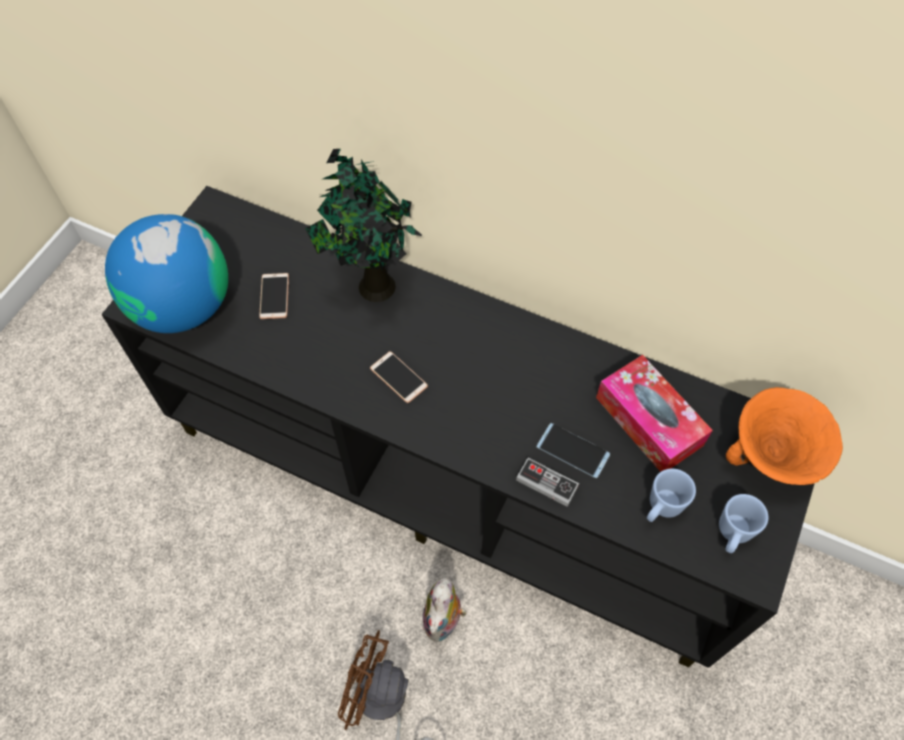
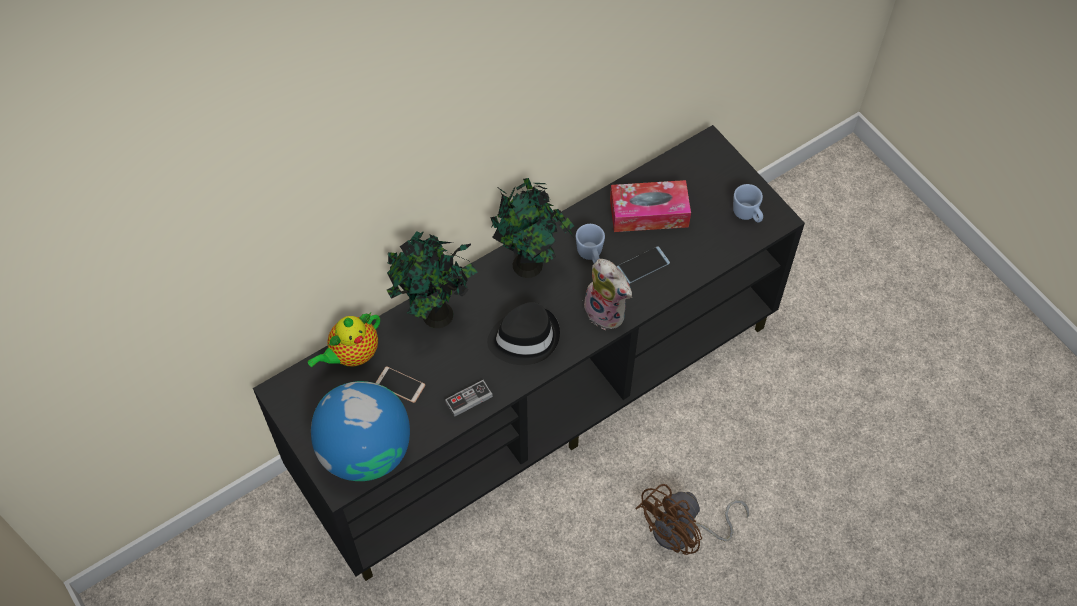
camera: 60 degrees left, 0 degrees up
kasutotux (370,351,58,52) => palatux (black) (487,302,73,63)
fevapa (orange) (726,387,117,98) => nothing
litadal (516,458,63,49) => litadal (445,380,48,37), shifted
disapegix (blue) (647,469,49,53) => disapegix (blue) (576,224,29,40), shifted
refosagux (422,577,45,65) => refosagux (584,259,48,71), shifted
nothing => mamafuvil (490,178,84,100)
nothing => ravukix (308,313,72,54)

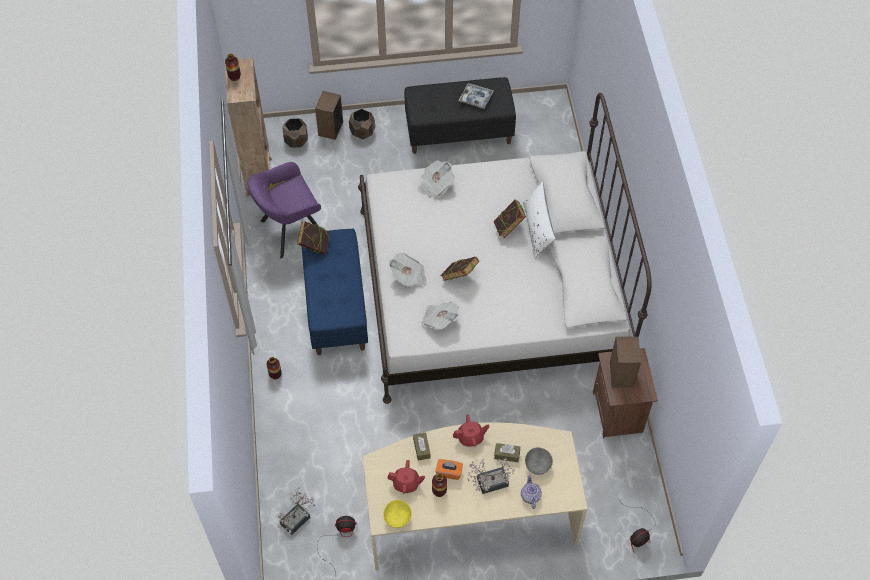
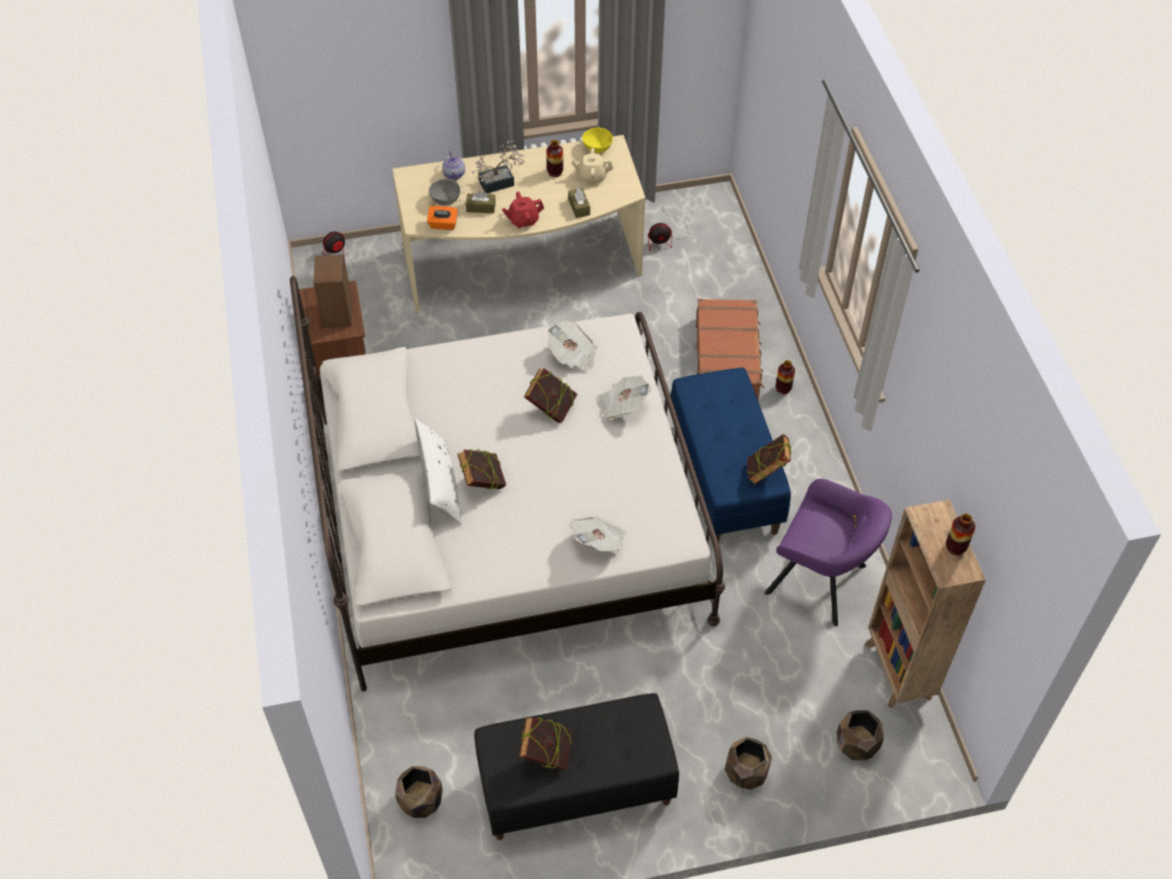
camera: 175 degrees right, 5 degrees down
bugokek (459,83,35,26) => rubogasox (519,717,54,53)
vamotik (315,91,28,49) => nothing
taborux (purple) (247,162,74,97) => taborux (purple) (764,479,128,147), 60 degrees clockwise
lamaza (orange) (435,459,28,21) => lamaza (orange) (427,206,31,24), shifted
ravukix (red) (387,460,38,34) => ravukix (beige) (571,148,42,35)
mamafuvil (277,487,39,48) => nothing
nothing => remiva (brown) (696,299,68,103)
nothing => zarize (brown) (395,766,48,52)

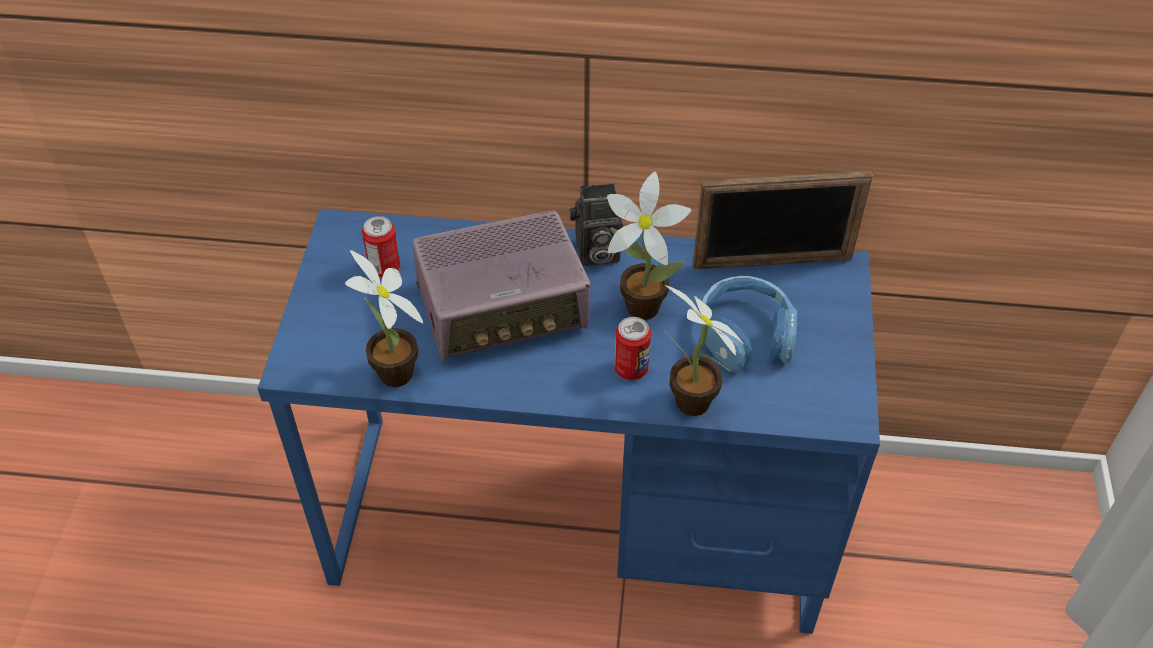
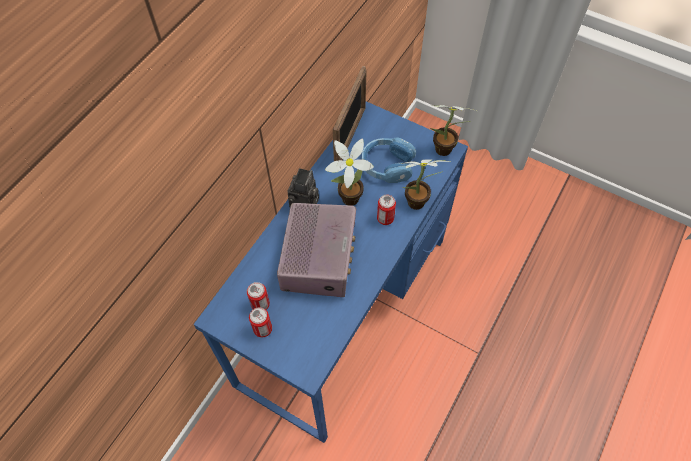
camera: 65 degrees left, 10 degrees up
mamafuvil (345,250,78,137) => mamafuvil (430,105,46,51), shifted
nothing => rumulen (249,307,23,30)

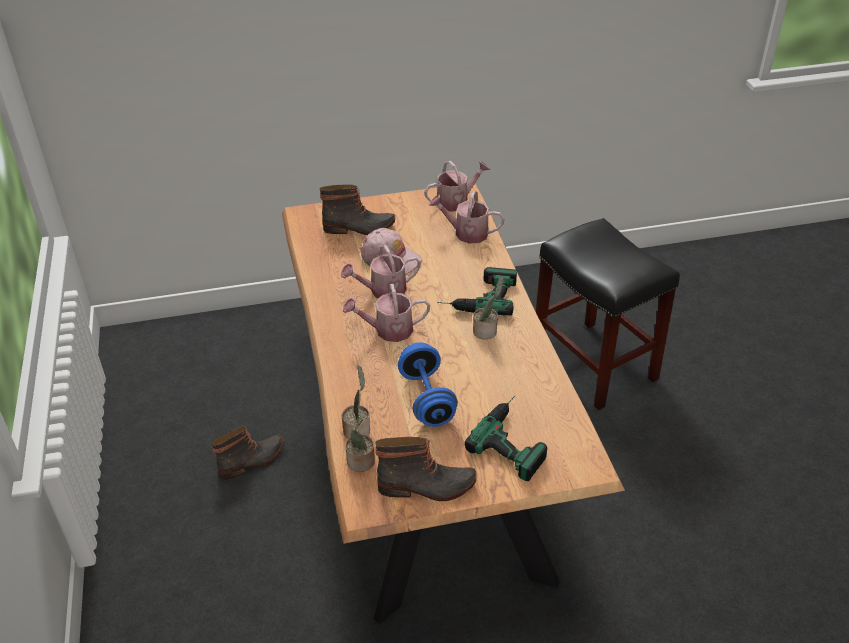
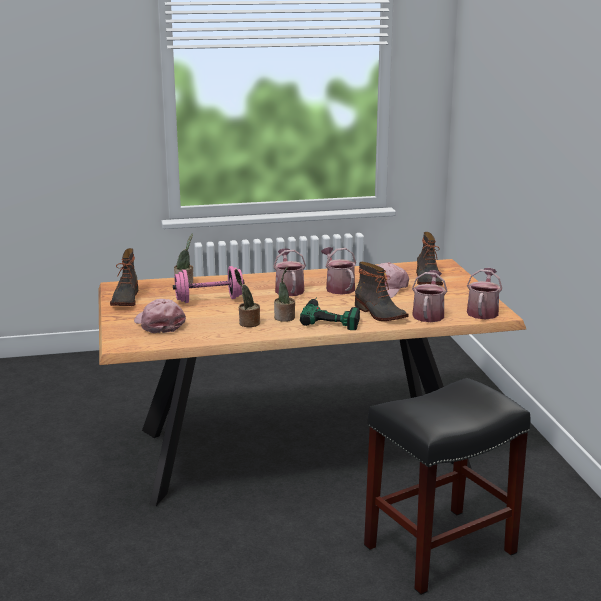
camera: 90 degrees right, 20 degrees down
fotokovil (424,161,67,51) => fotokovil (467,268,35,52), 135 degrees counterclockwise
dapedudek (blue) (398,342,60,85) => dapedudek (pink) (173,266,71,37)
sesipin (465,395,82,86) => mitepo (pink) (134,299,52,34)
mamafuvil (345,418,30,54) => mamafuvil (235,269,25,58), shifted
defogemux (212,426,72,54) => defogemux (355,262,54,59), shifted

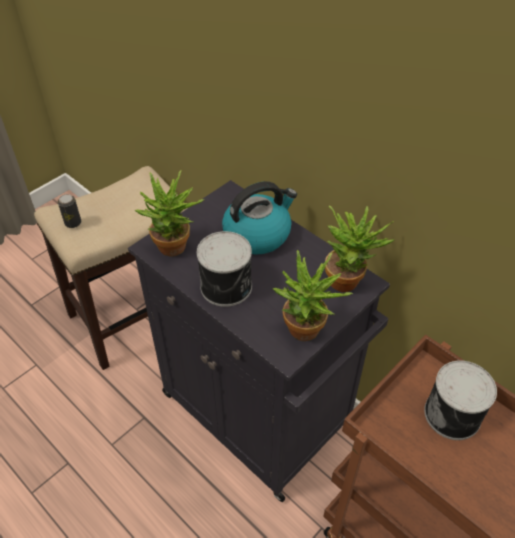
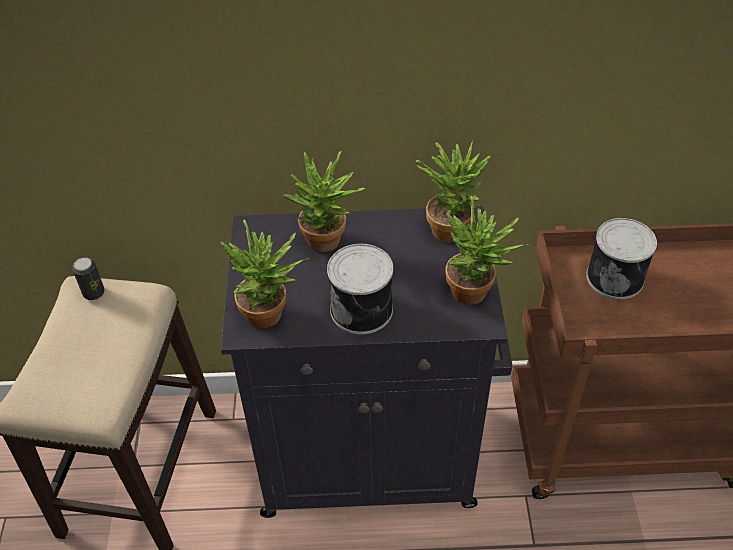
camera: 45 degrees left, 0 degrees up
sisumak (222,181,75,74) => mamafuvil (284,151,82,101)
rumulen (58,194,23,34) => rumulen (72,257,33,43), shifted

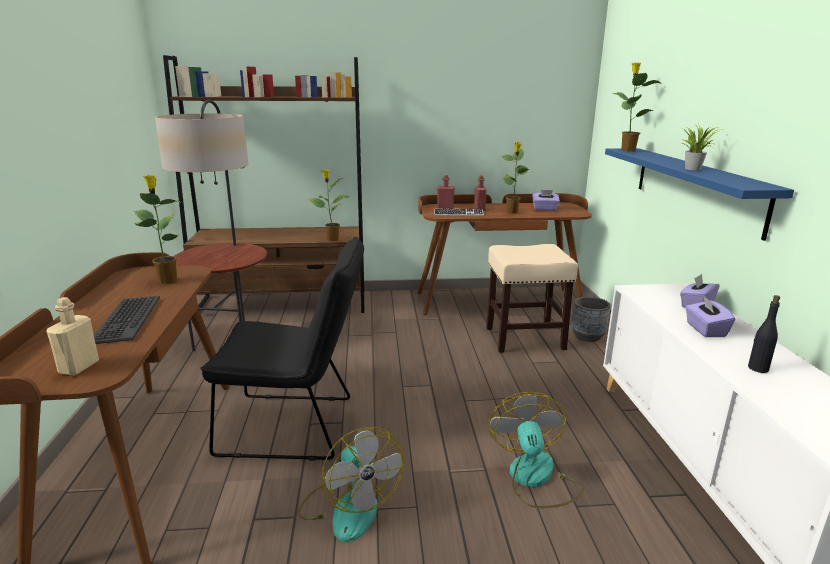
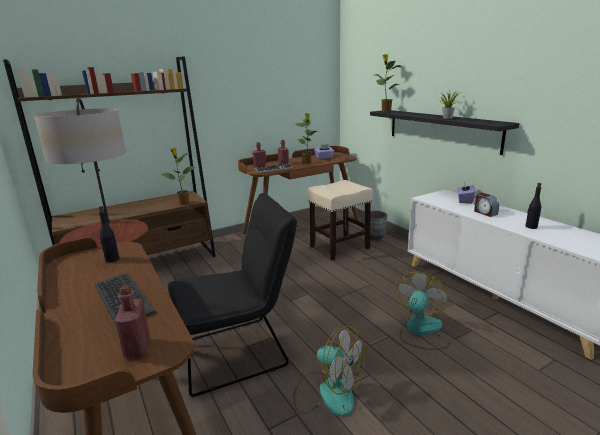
camera: 25 degrees left, 0 degrees up
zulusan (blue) (605,148,189,93) => zulusan (black) (370,110,149,45)
mamafuvil (134,175,47,109) => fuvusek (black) (99,206,20,57)
lamaza (purple) (685,295,50,42) => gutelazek (474,193,25,24)
fuvusek (beige) (46,297,53,79) => fuvusek (red) (115,285,35,73)
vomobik (488,392,96,116) => vomobik (397,271,53,79), 60 degrees clockwise

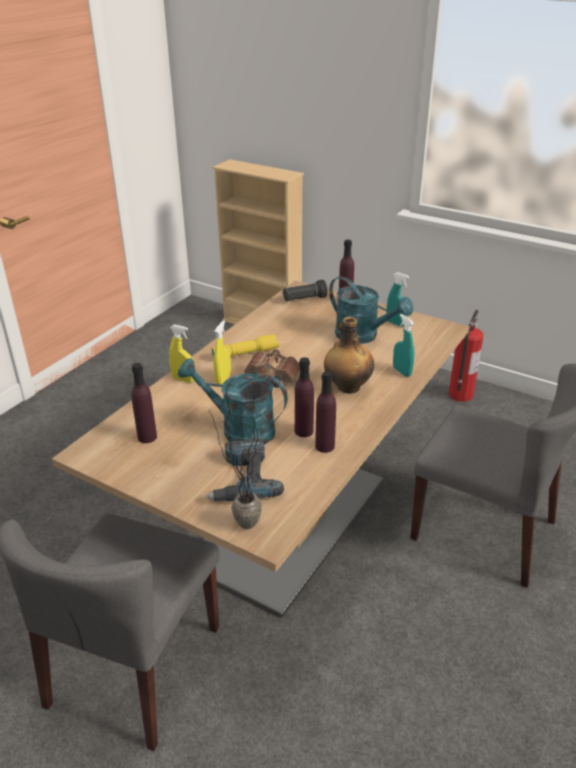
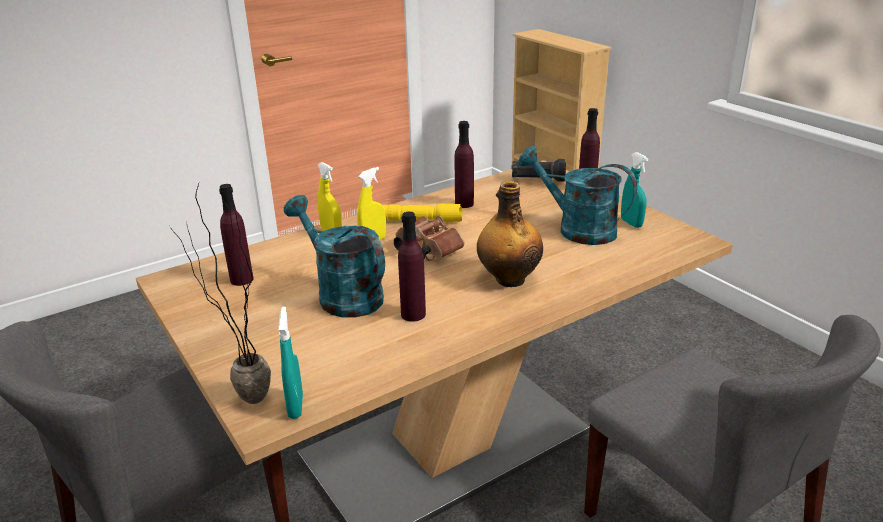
camera: 25 degrees right, 5 degrees down
fotokovil (turquoise) (329,276,84,68) => fotokovil (turquoise) (518,146,119,99), 150 degrees clockwise
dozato (449,310,34,92) => nothing
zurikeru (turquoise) (393,314,21,63) => zurikeru (turquoise) (279,306,24,113), shifted
fuvusek (purple) (315,371,21,82) => fuvusek (purple) (455,121,19,87), shifted
sesipin (205,438,79,63) => nothing

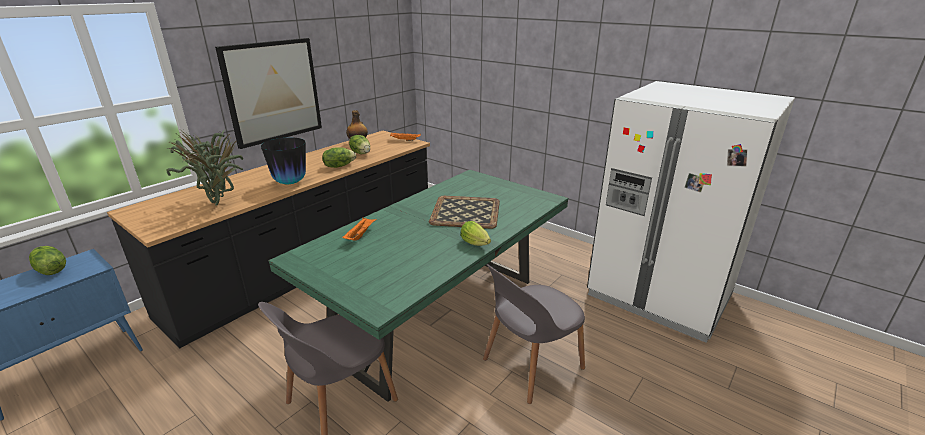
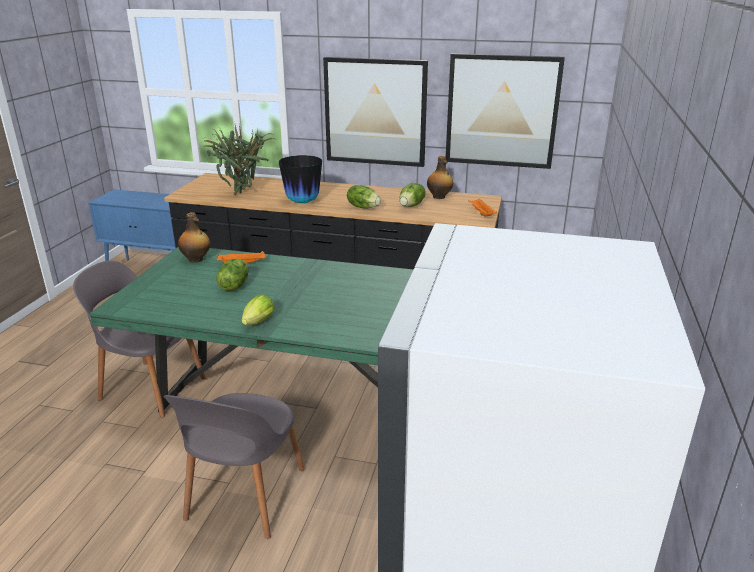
camera: 65 degrees right, 0 degrees up
bugokek (429,196,71,33) => nothing
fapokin (29,246,37,29) => fapokin (216,259,32,32), shifted
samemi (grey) (483,264,102,140) => samemi (grey) (164,393,141,146), 105 degrees counterclockwise
nothing => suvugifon (446,53,119,116)
nothing => fuvusek (178,212,32,51)

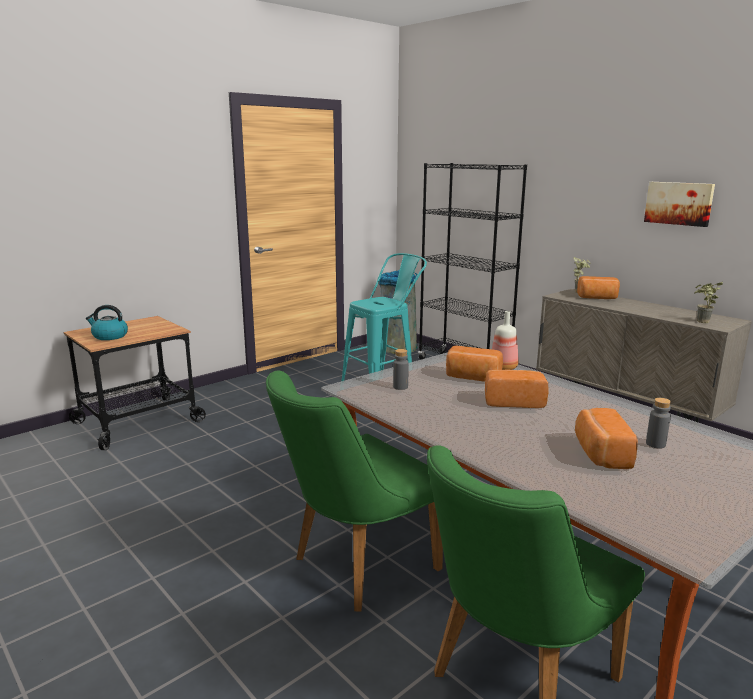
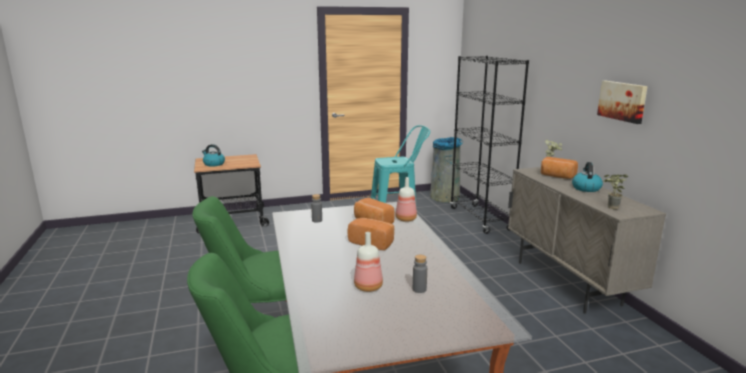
camera: 25 degrees right, 0 degrees up
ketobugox (575,408,63,61) => fuvusek (354,232,29,60)
nothing => sisumak (572,162,31,30)

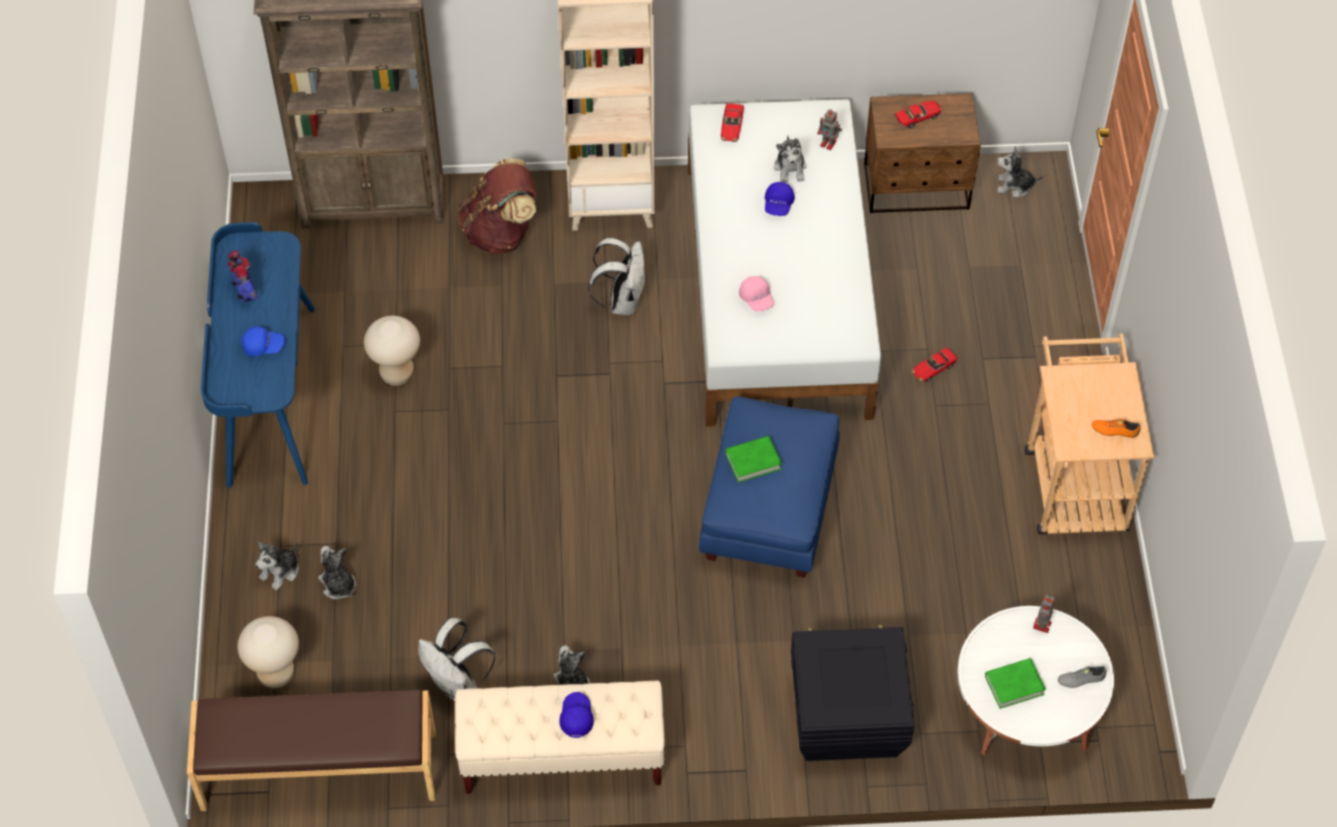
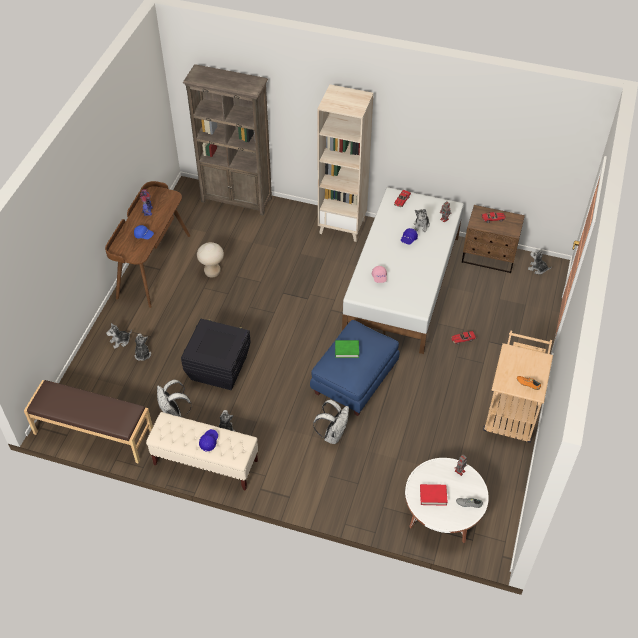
camera: 20 degrees right, 5 degrees down
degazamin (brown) (458,159,78,96) => nothing
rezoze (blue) (201,222,114,266) => rezoze (brown) (105,181,85,127)
degazamin (white) (588,238,57,77) => degazamin (white) (313,400,36,44), shifted
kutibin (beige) (237,616,62,72) => nothing
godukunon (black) (791,625,123,136) => godukunon (black) (181,319,70,71), shifted
rubogasox (green) (985,658,61,51) => rubogasox (red) (420,484,28,22)

